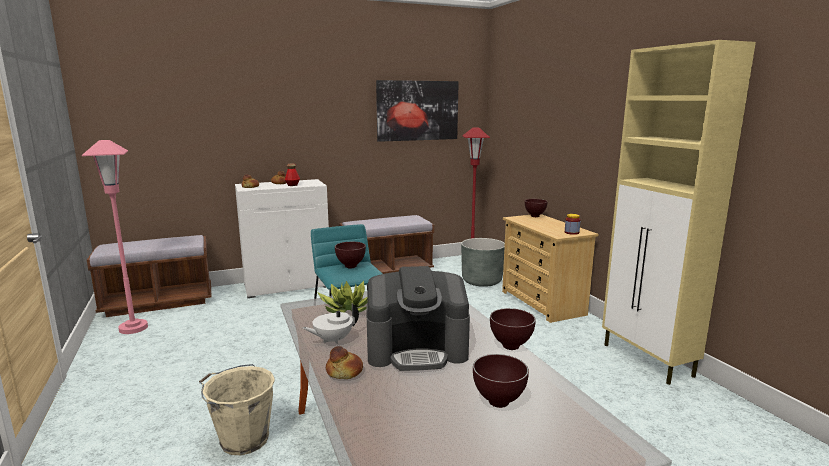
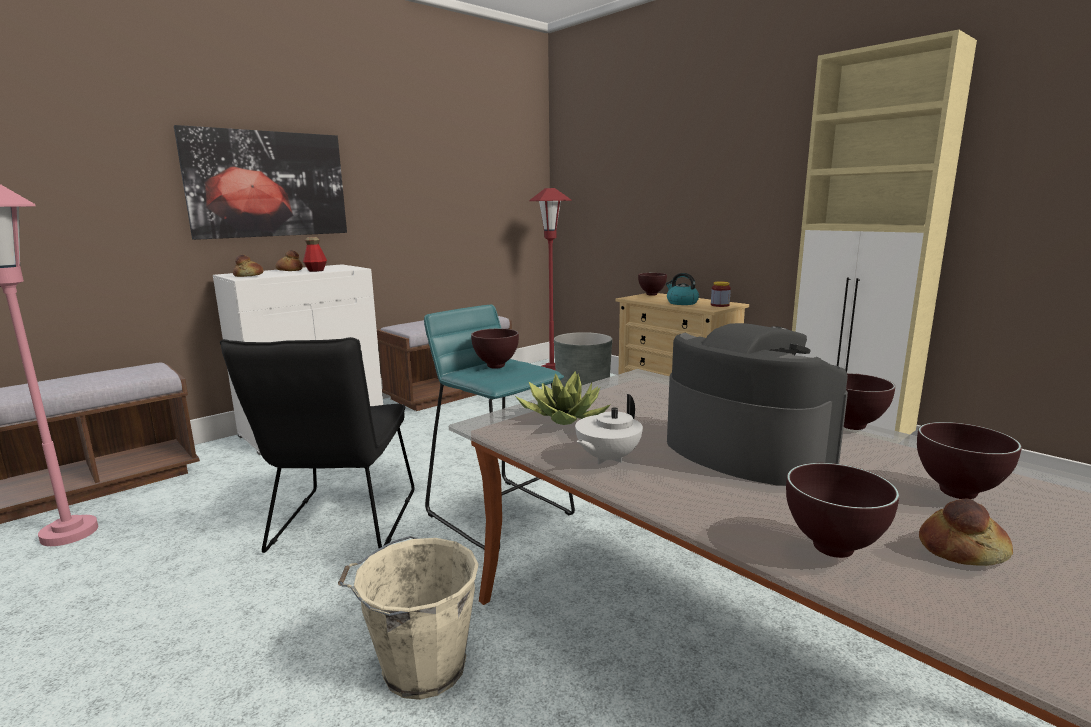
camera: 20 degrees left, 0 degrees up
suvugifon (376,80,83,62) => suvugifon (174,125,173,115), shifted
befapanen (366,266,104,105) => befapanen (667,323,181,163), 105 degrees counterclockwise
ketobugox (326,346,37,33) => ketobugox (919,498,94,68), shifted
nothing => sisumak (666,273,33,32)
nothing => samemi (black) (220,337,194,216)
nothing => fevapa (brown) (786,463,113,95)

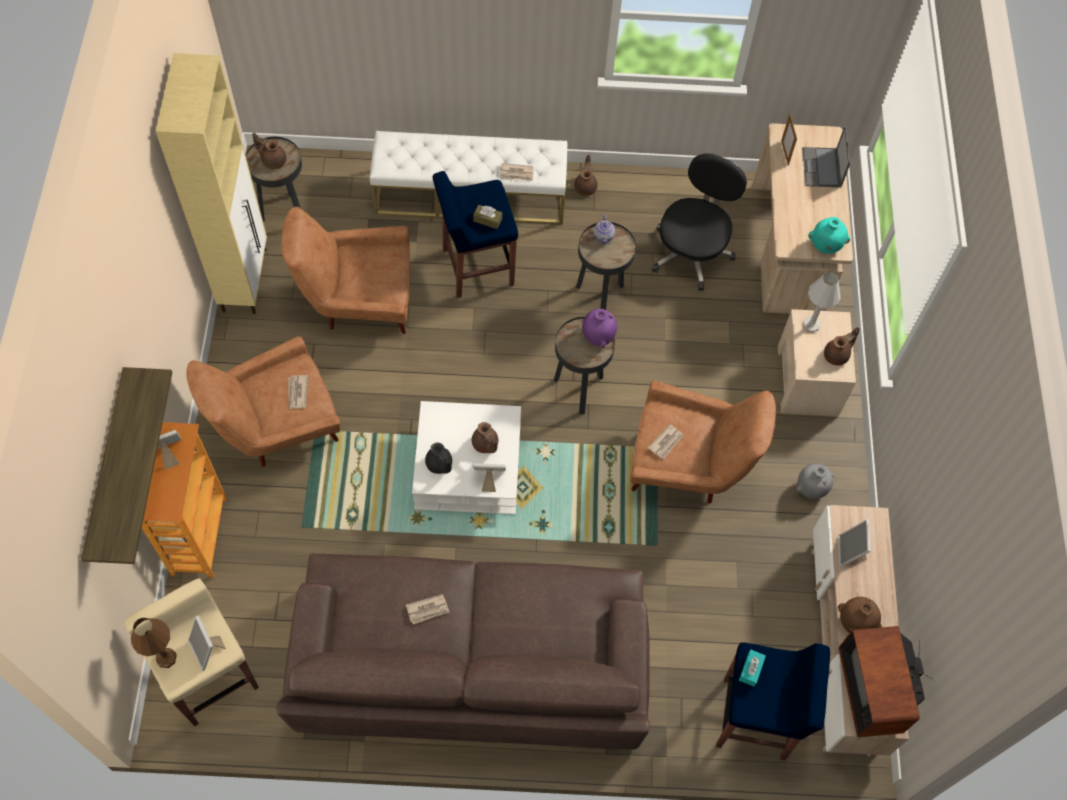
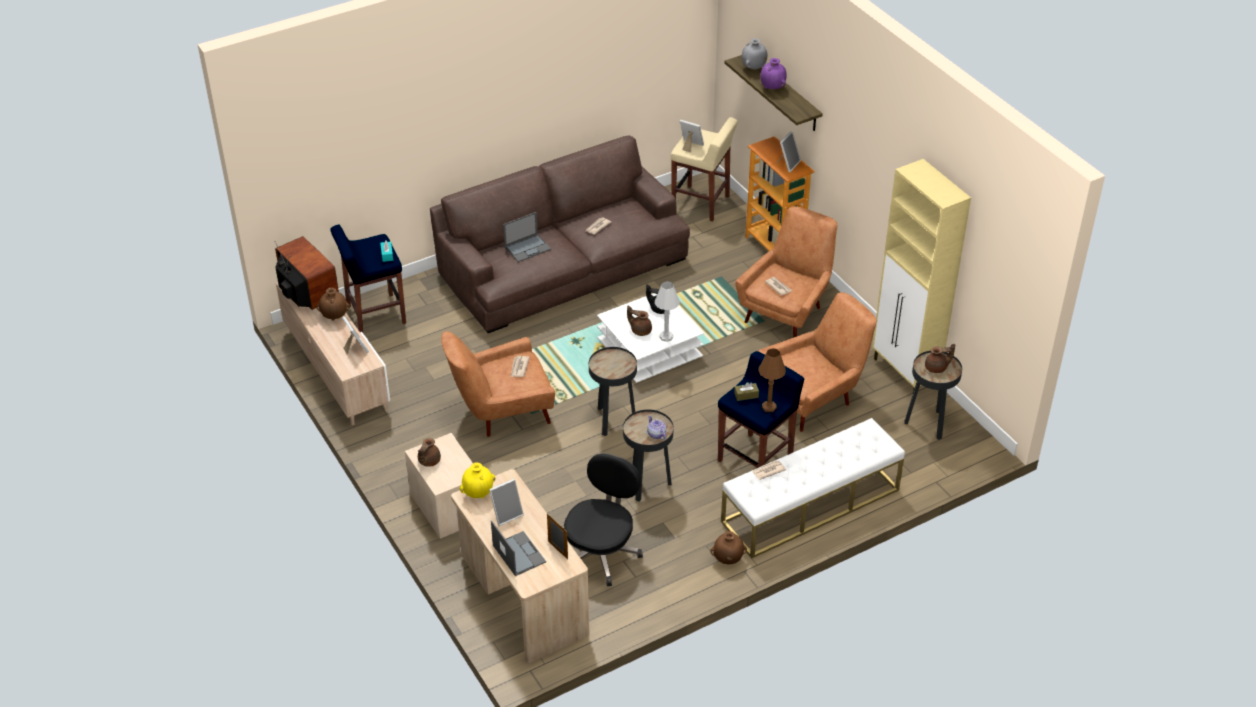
camera: 150 degrees right, 20 degrees down
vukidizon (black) (652,153,95,138) => vukidizon (black) (564,453,79,133), 150 degrees counterclockwise
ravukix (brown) (574,155,24,41) => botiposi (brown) (710,531,37,33)
botiposi (turquoise) (808,217,42,37) => botiposi (yellow) (460,462,36,36)
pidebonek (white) (803,272,37,61) => pidebonek (white) (655,281,25,61), shifted
botiposi (purple) (582,309,35,39) => botiposi (purple) (760,58,27,31), shifted
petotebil (473,463,33,29) => petotebil (489,479,35,47), shifted
botiposi (grey) (796,464,38,35) => botiposi (grey) (742,38,25,31), shifted
pidebonek (brown) (131,618,46,50) => pidebonek (brown) (758,348,28,64), shifted
nothing => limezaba (503,212,48,50)

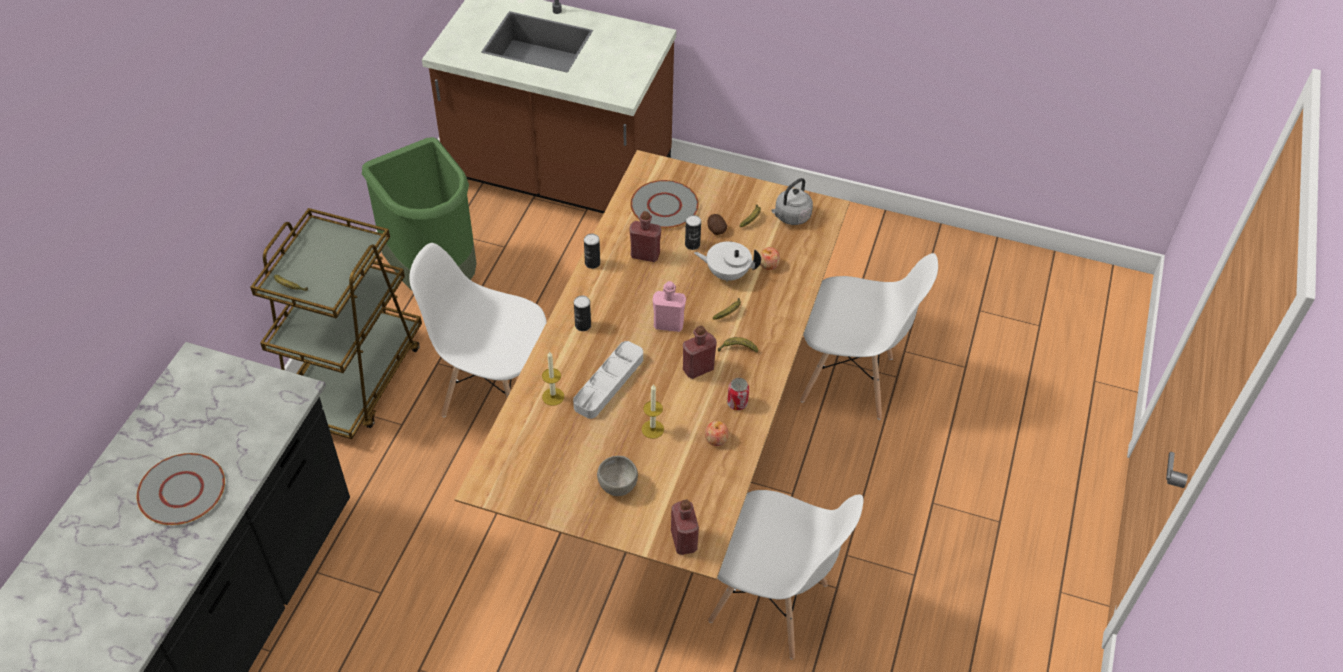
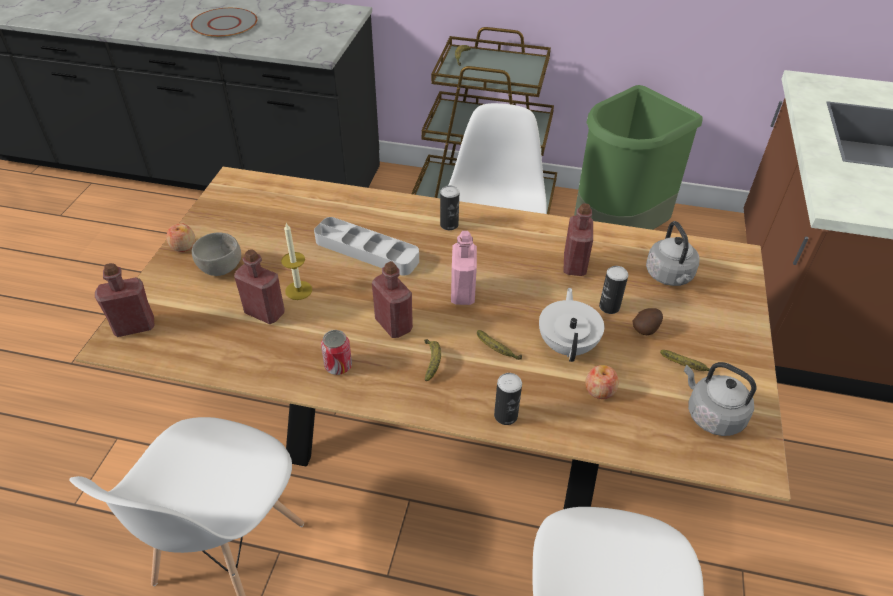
camera: 85 degrees right, 5 degrees down
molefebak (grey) (630,180,69,48) => sisumak (grey) (646,221,53,65)
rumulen (584,234,16,35) => rumulen (494,373,28,52), shifted
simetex (542,351,22,55) => nothing
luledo (705,421,24,25) => luledo (166,223,29,29), shifted
nothing => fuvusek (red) (234,249,51,75)

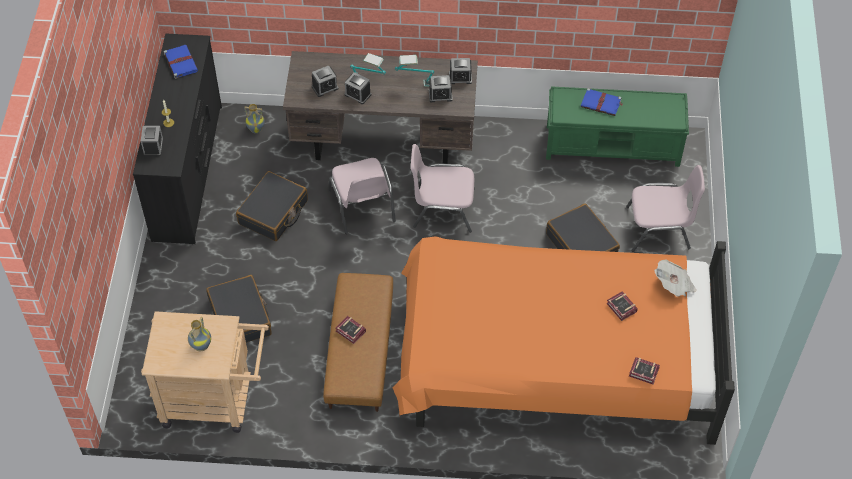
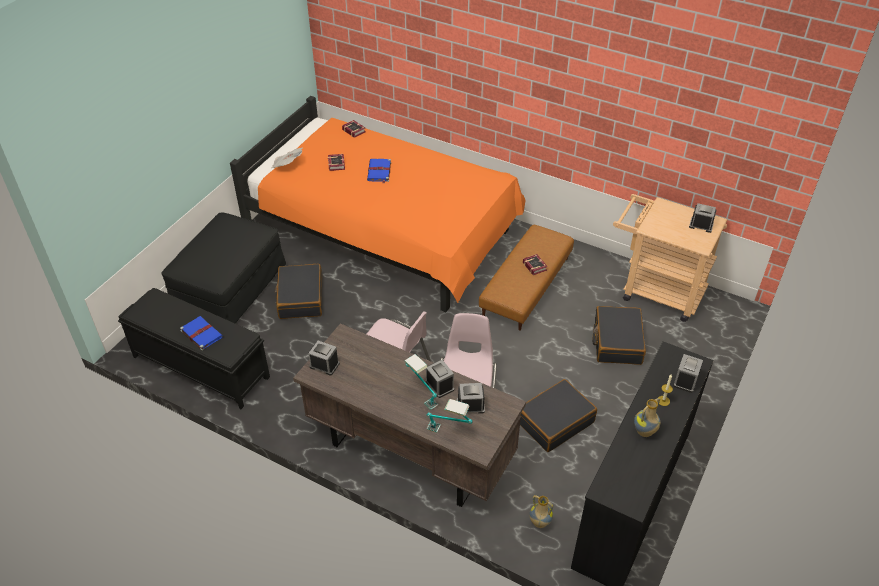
camera: 155 degrees left, 10 degrees down
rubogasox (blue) (164,45,34,34) => rubogasox (blue) (367,159,24,25), shifted
pidebonek (395,55,39,32) => pidebonek (427,399,46,34), shifted
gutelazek (429,75,24,27) => gutelazek (689,203,27,30), shifted
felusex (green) (546,86,143,81) => felusex (black) (118,288,152,121)
samemi (pink) (626,165,79,87) => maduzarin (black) (161,212,125,112)
botiposi (188,317,23,34) => botiposi (634,398,26,39), shifted

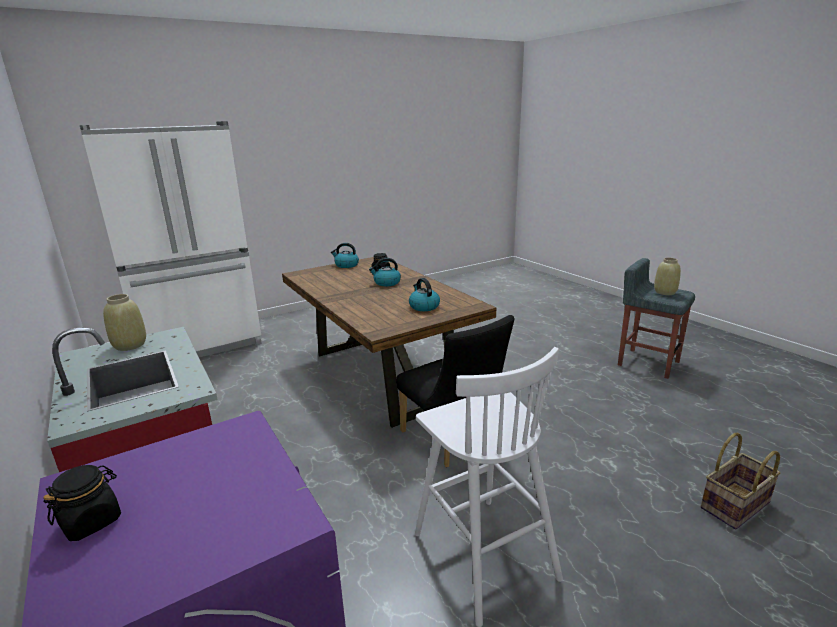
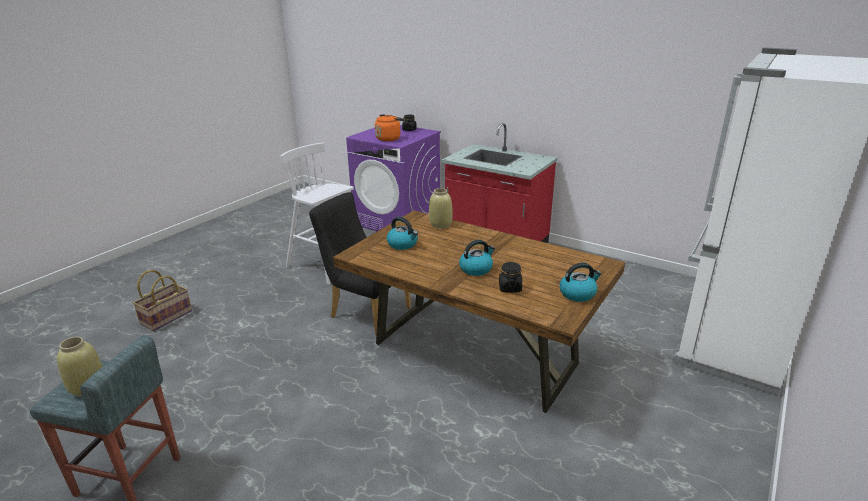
camera: 155 degrees right, 5 degrees up
botiposi (beige) (103,294,43,57) => botiposi (beige) (429,188,23,40), shifted
nothing => sisumak (orange) (375,114,30,27)

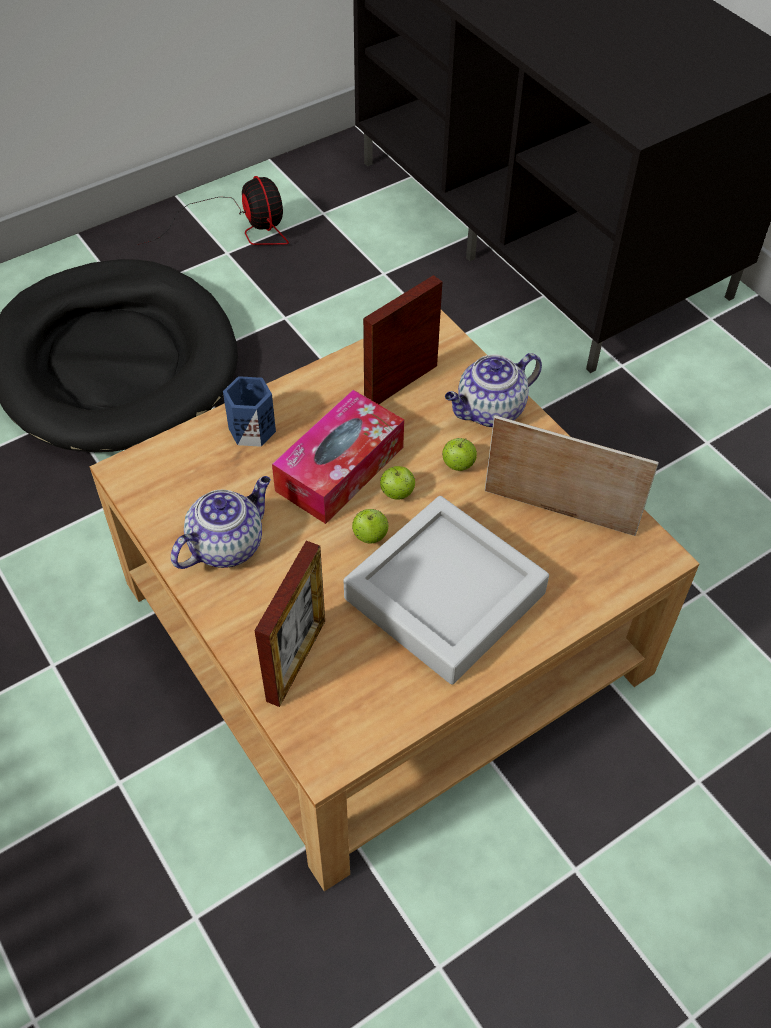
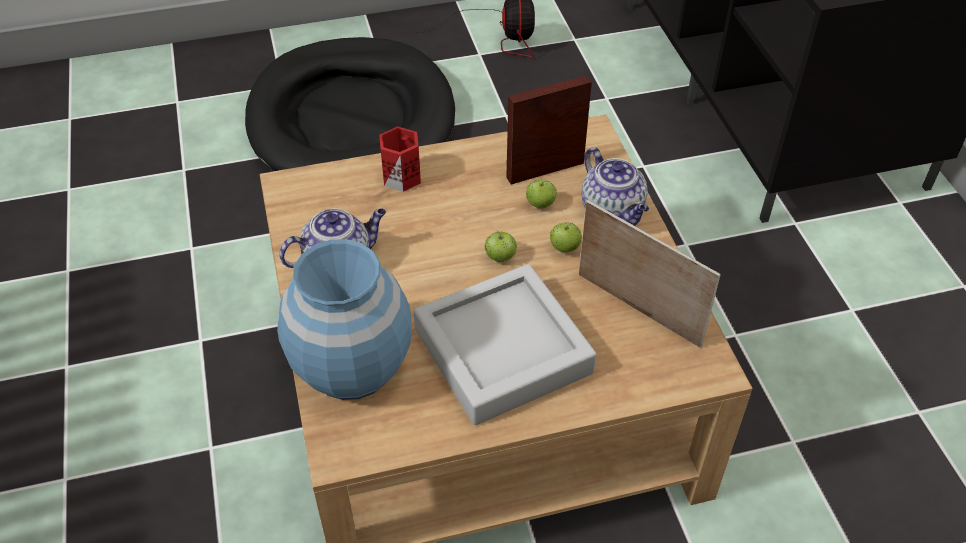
camera: 20 degrees right, 5 degrees down
ravukix (445,353,97,75) => ravukix (581,147,68,79), 105 degrees counterclockwise
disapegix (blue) (223,376,53,71) => disapegix (red) (379,126,42,66)
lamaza (272,390,132,134) => nothing
luledo (352,509,36,34) => luledo (526,179,31,29), shifted
petotebil (254,541,71,166) => botiposi (blue) (277,239,134,161)

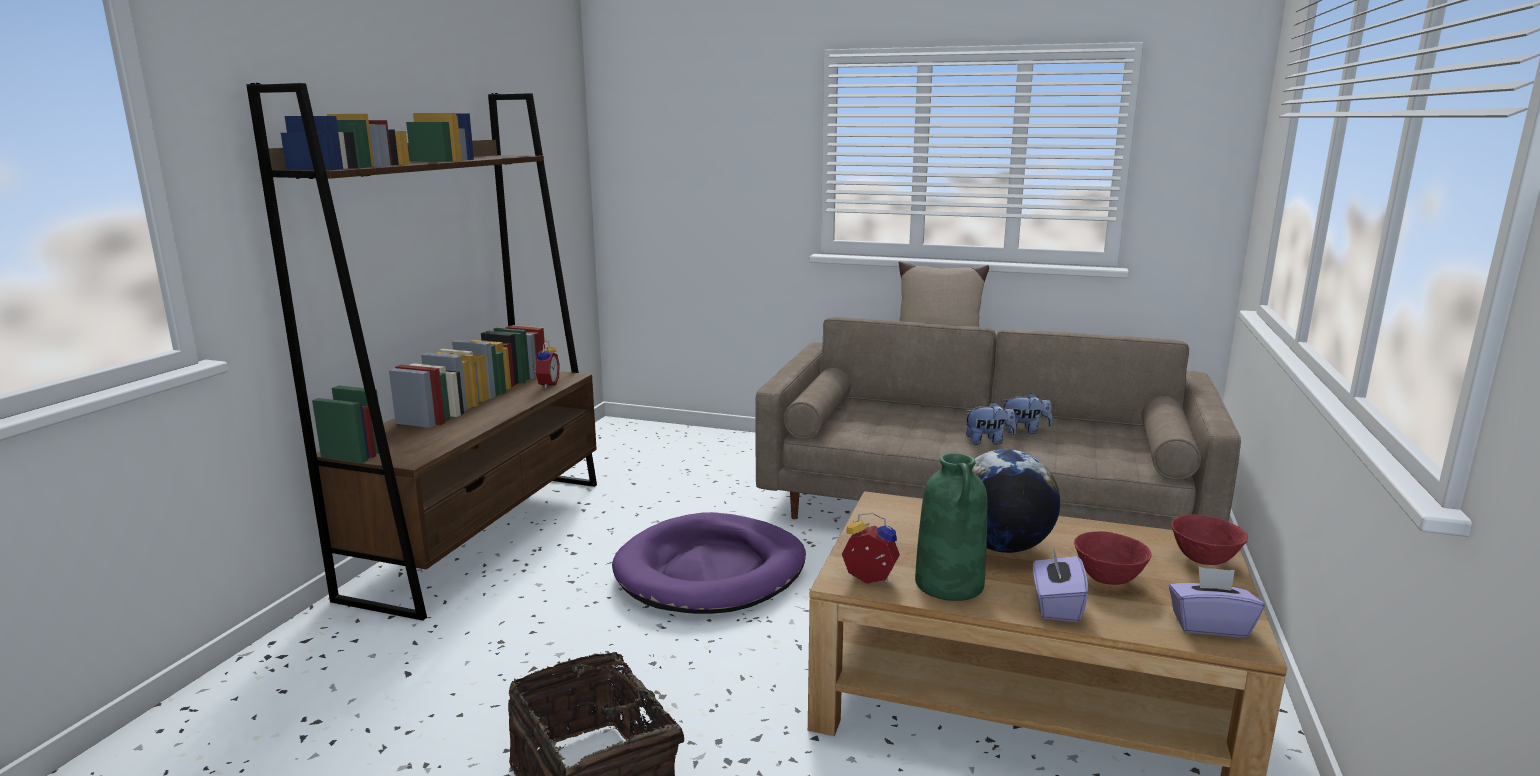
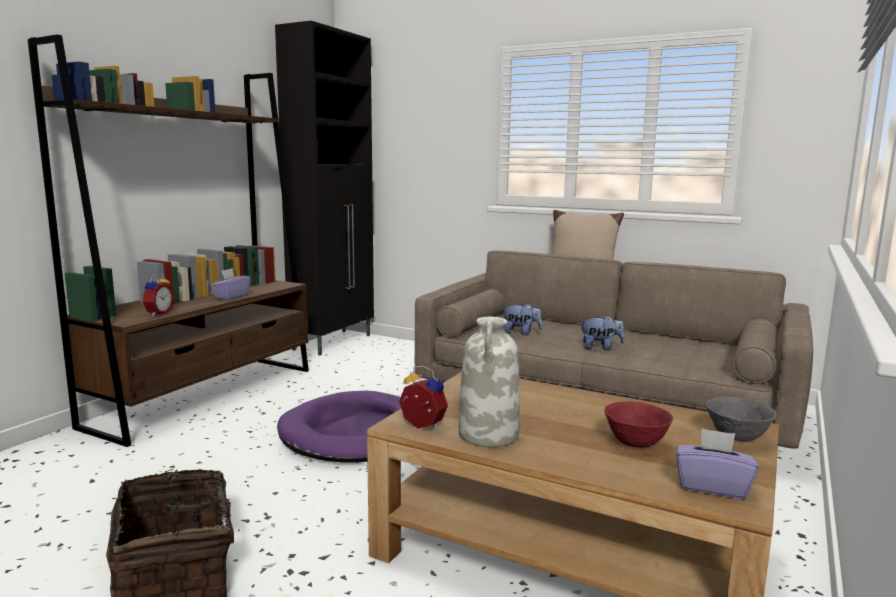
camera: 10 degrees right, 5 degrees down
gutelazek (532,341,28,48) => gutelazek (142,273,32,43), shifted
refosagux (1001,393,52,41) => refosagux (502,303,41,32), shifted
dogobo (972,449,88,104) => nothing
botiposi (green) (915,453,72,148) => botiposi (white) (459,317,60,130)
fevapa (red) (1171,514,77,51) => fevapa (grey) (706,396,71,46)
lamaza (purple) (1033,546,55,76) => lamaza (purple) (210,268,41,32), shifted
nothing => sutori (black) (275,21,99,334)

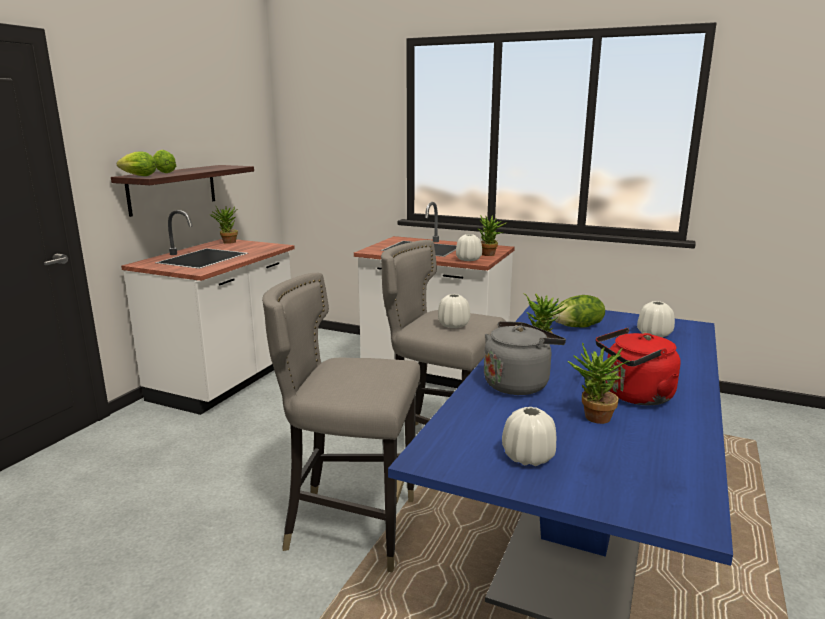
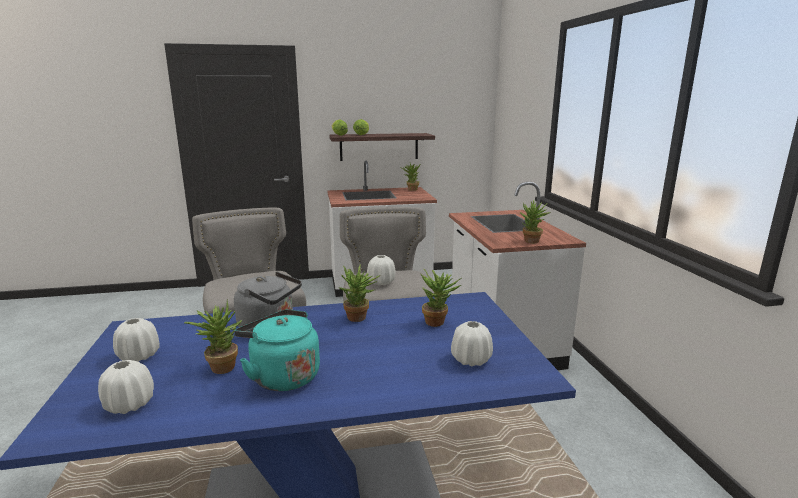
camera: 55 degrees right, 0 degrees up
botiposi (white) (456,234,26,27) => botiposi (white) (98,360,56,54), shifted
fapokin (552,295,53,33) => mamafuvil (421,269,40,58)
sisumak (red) (596,328,85,78) => sisumak (turquoise) (234,309,86,82)

